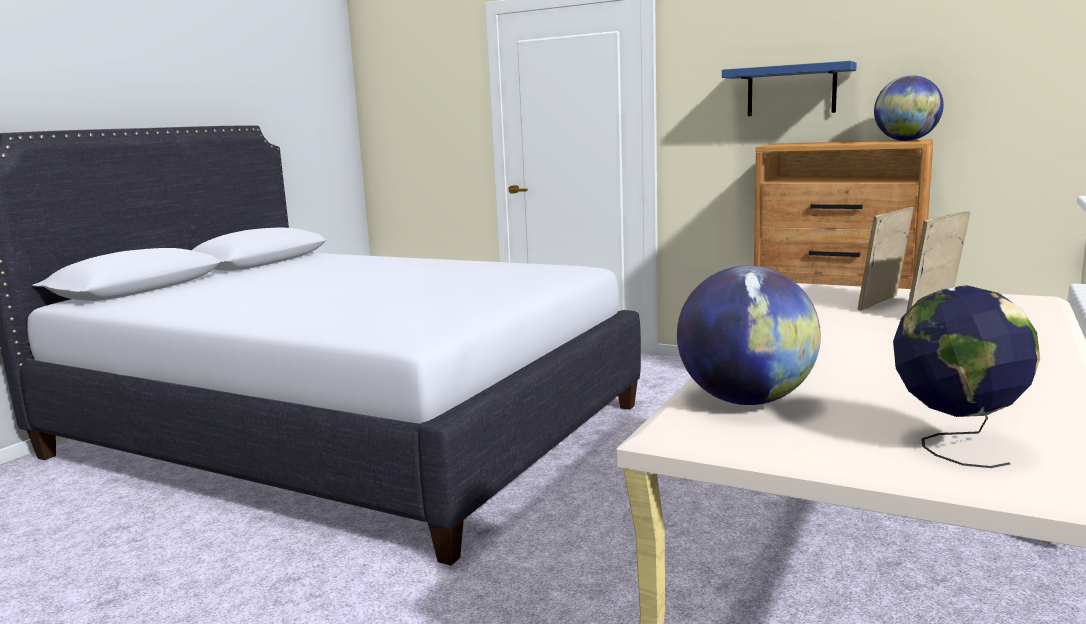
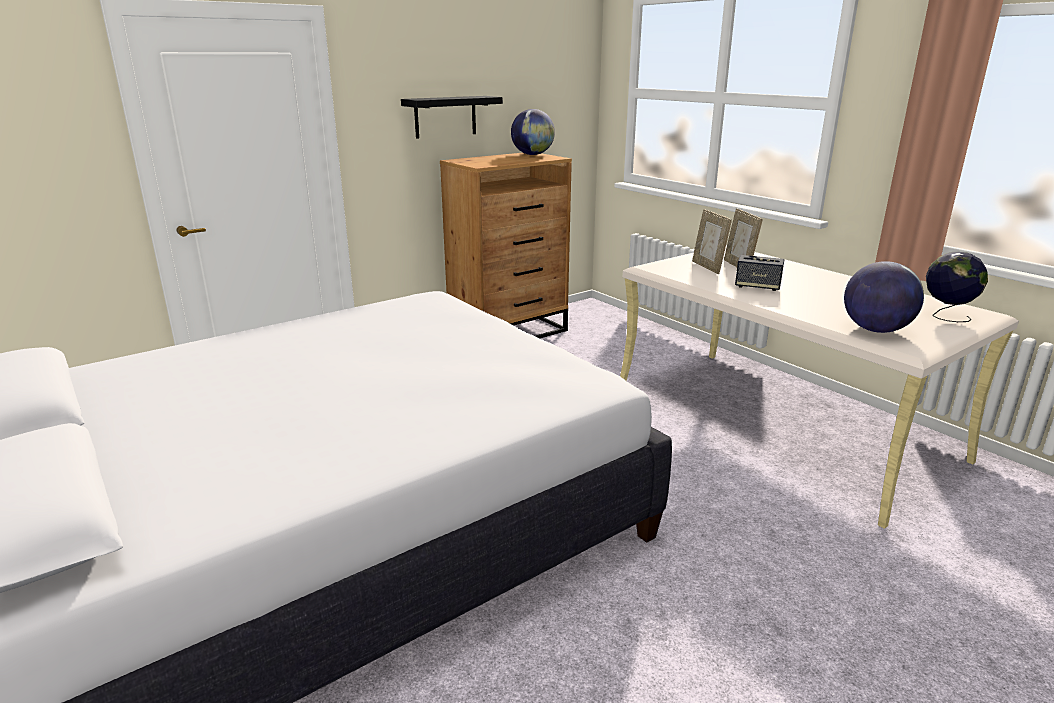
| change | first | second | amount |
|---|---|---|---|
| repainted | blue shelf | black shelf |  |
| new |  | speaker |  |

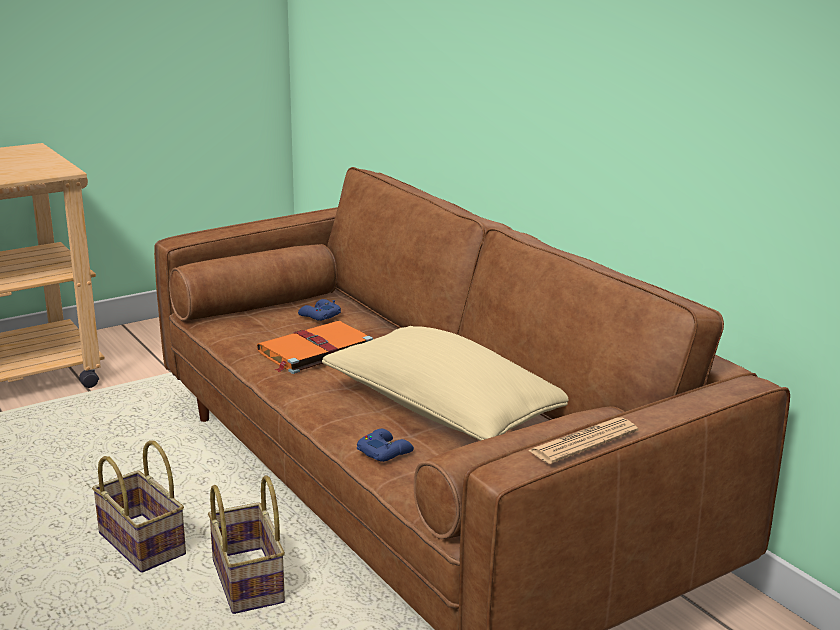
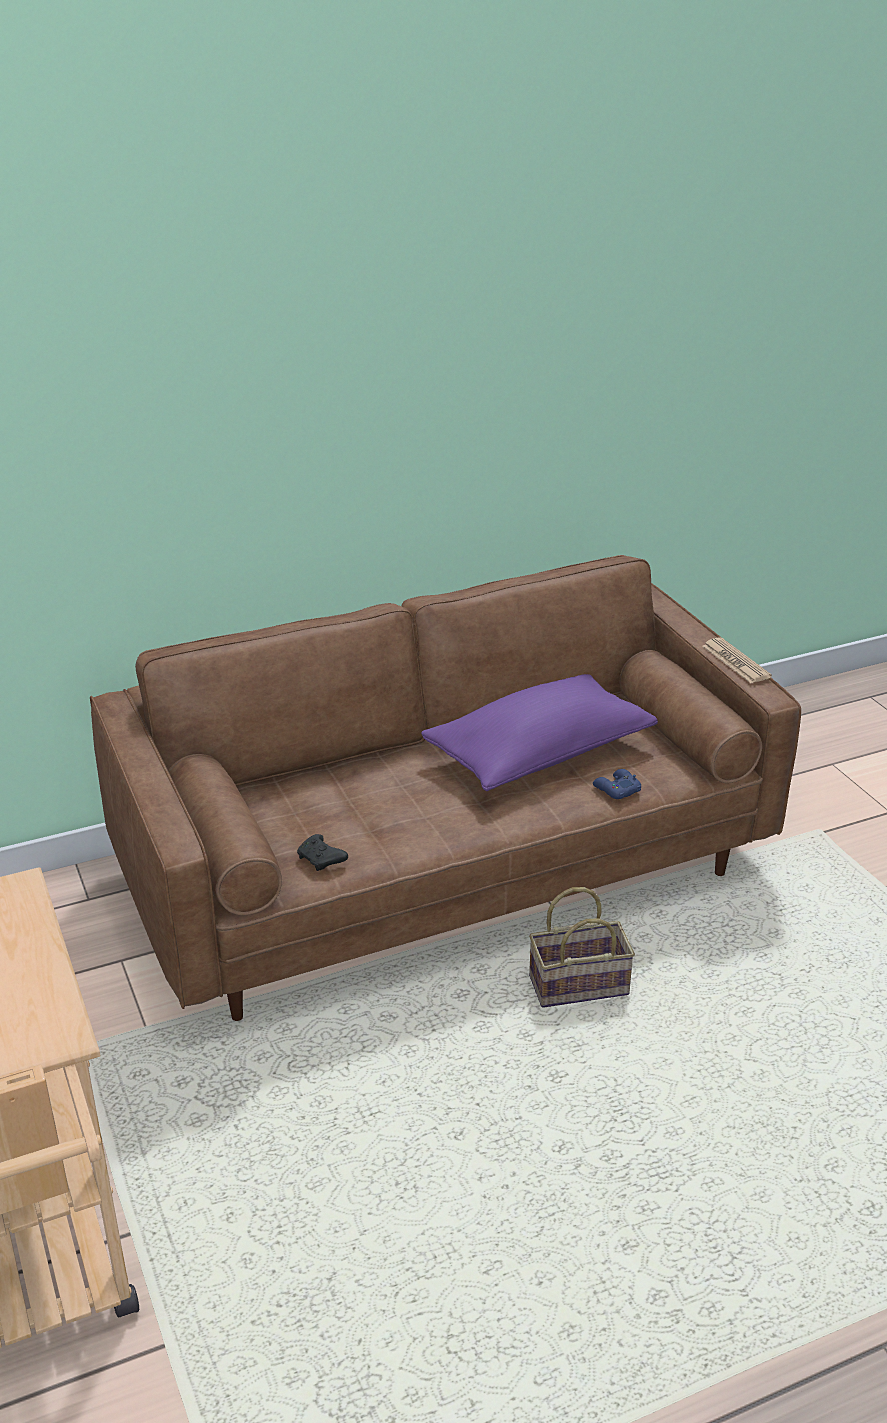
| change | first | second | amount |
|---|---|---|---|
| gone | basket (no. 1 from left) |  |  |
| gone | orange book |  |  |
| gone | blue game controller (no. 1 from left) |  |  |
| repainted | beige pillow | purple pillow |  |
| new |  | black game controller |  |

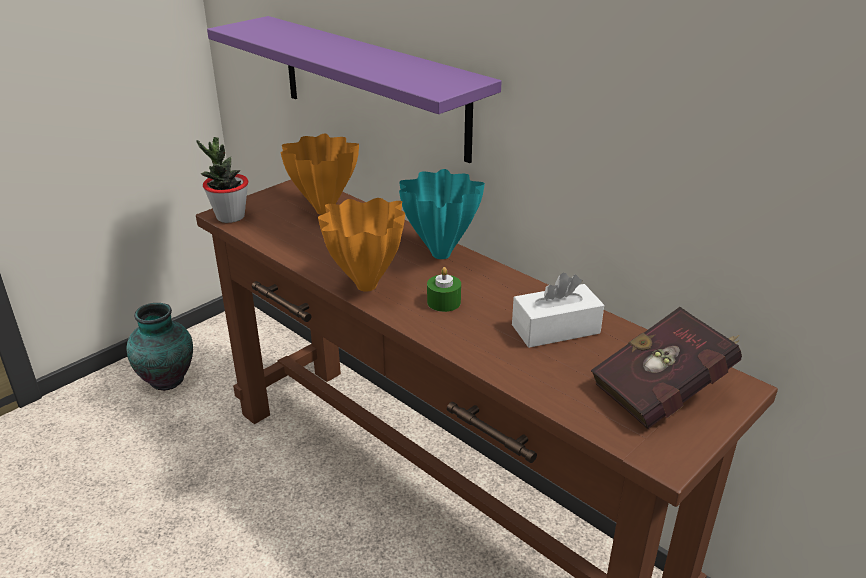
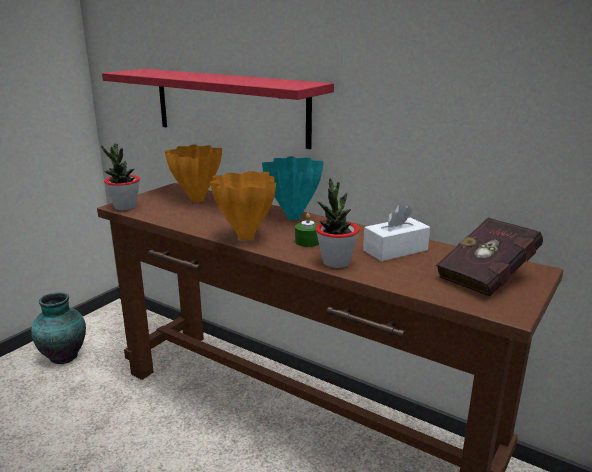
| change | first | second | amount |
|---|---|---|---|
| repainted | purple shelf | red shelf |  |
| new |  | potted plant (no. 2 from left) |  |

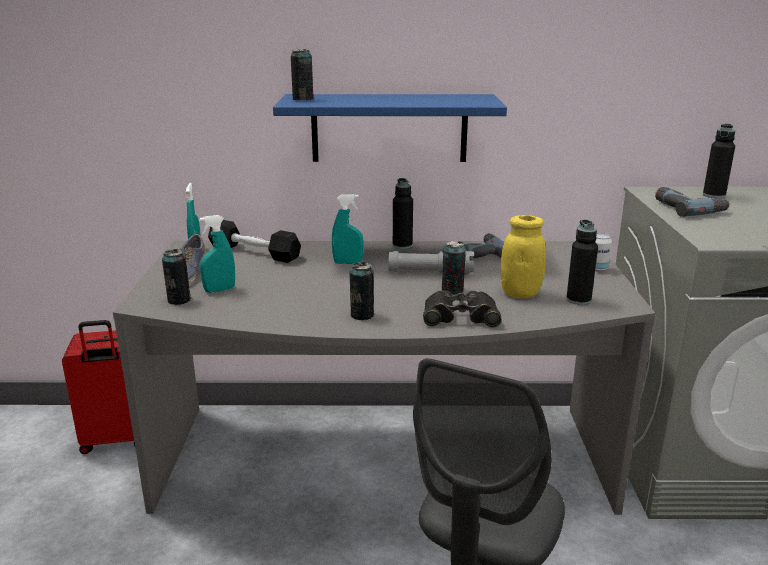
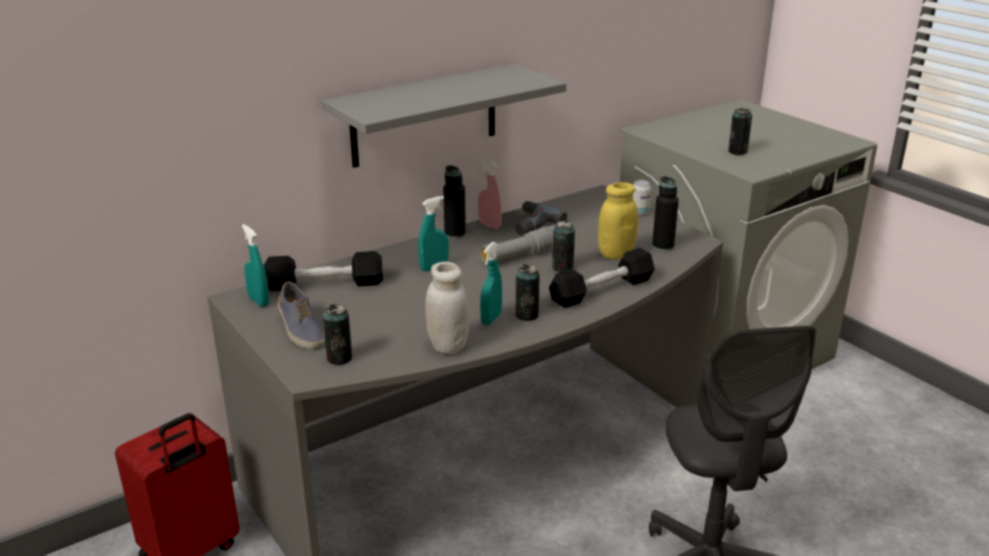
| change | first | second | amount |
|---|---|---|---|
| shifted | turquoise spray bottle (no. 2 from left in the first image) | turquoise spray bottle (no. 3 from left) |  |
| repainted | blue shelf | grey shelf |  |
| shifted | can (no. 2 from left in the first image) | can (no. 5 from left) |  |
| swapped | black binoculars | black dumbbell (no. 2 from left) |  |
| gone | power drill (no. 2 from left) |  |  |
| gone | black bottle (no. 3 from left) |  |  |
| new |  | white jar |  |
| new |  | pink spray bottle |  |

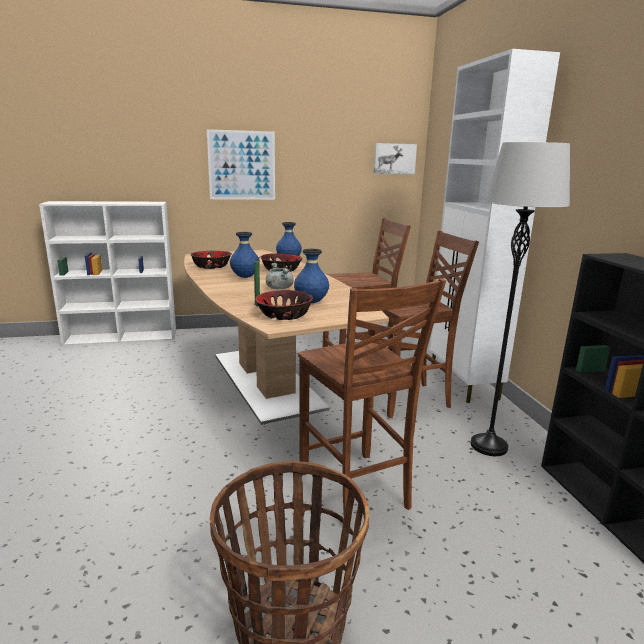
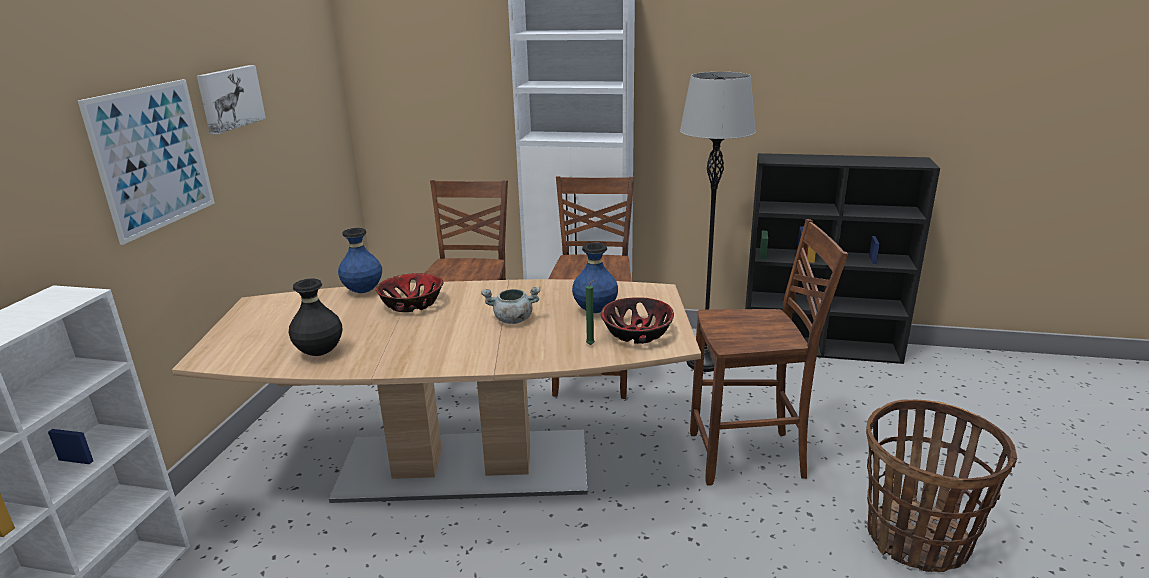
| change | first | second | amount |
|---|---|---|---|
| swapped | bowl (no. 1 from left) | black vase |  |
| gone | blue vase (no. 1 from left) |  |  |
| shifted | picture (no. 2 from left) |  |  |

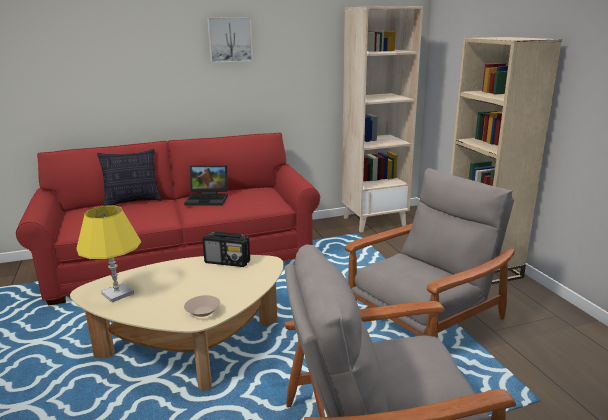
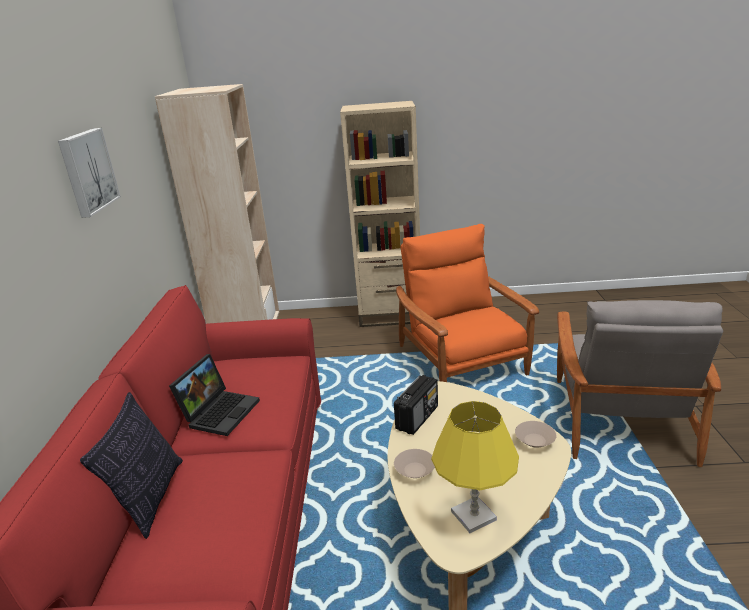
| change | first | second | amount |
|---|---|---|---|
| repainted | grey armchair (no. 2 from left) | orange armchair |  |
| new |  | beige bowl (no. 1 from left) |  |

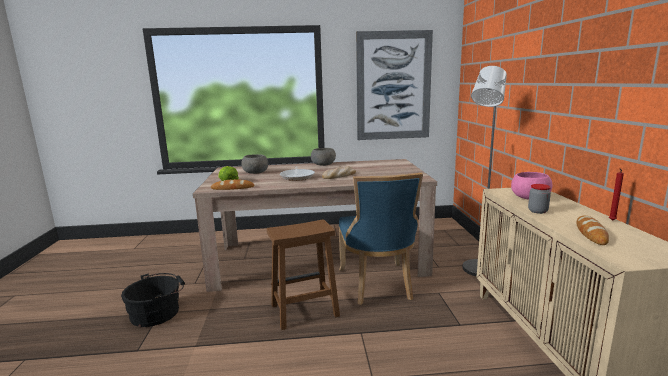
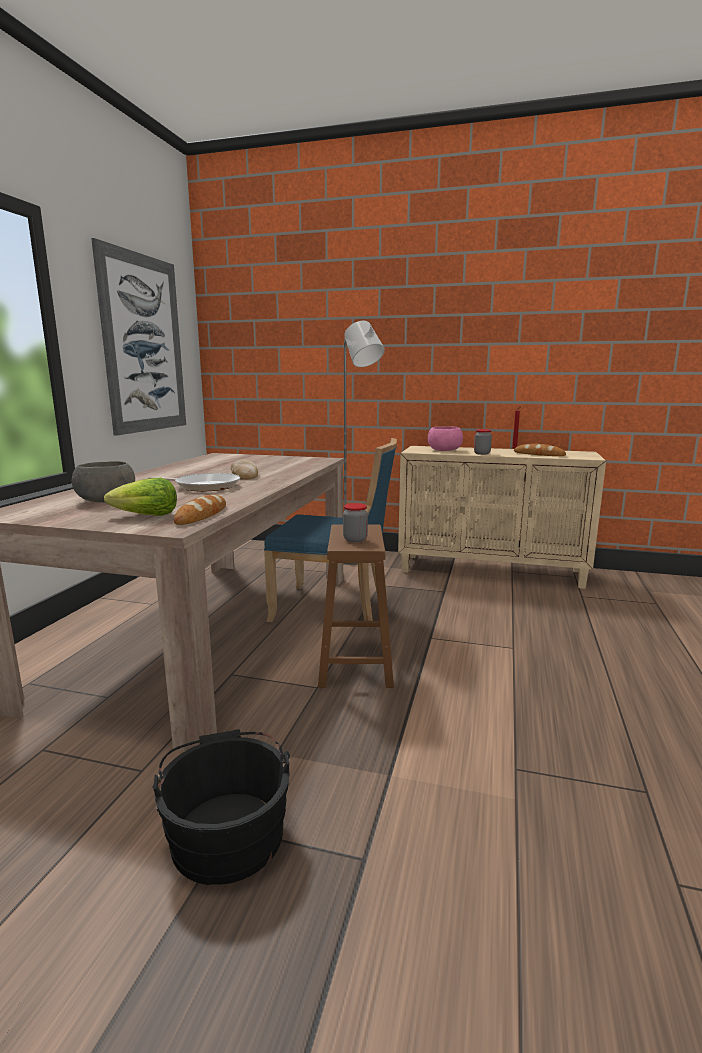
| change | first | second | amount |
|---|---|---|---|
| gone | grey bowl (no. 2 from left) |  |  |
| new |  | jar (no. 1 from left) |  |

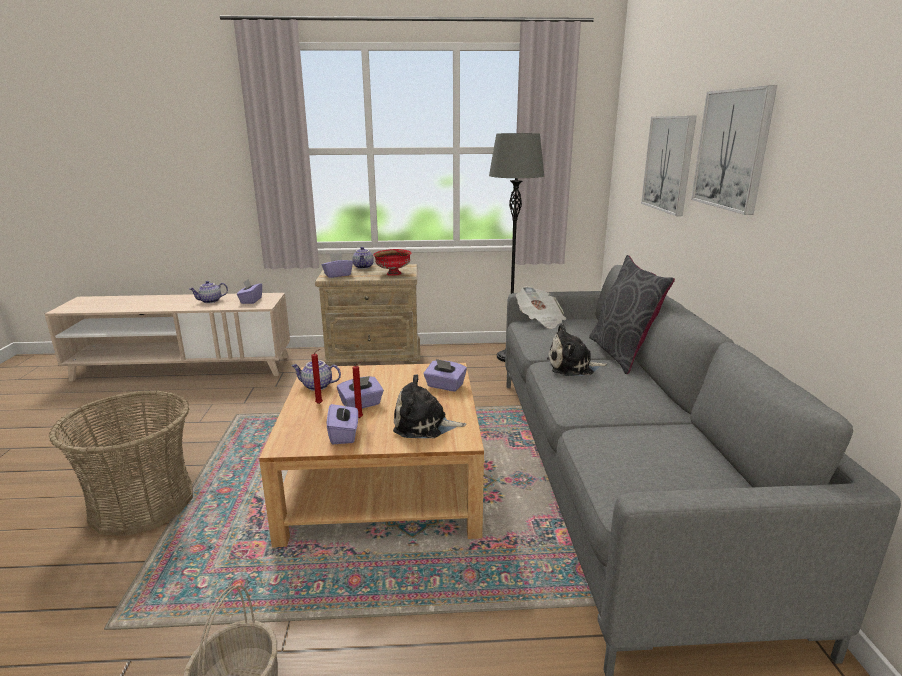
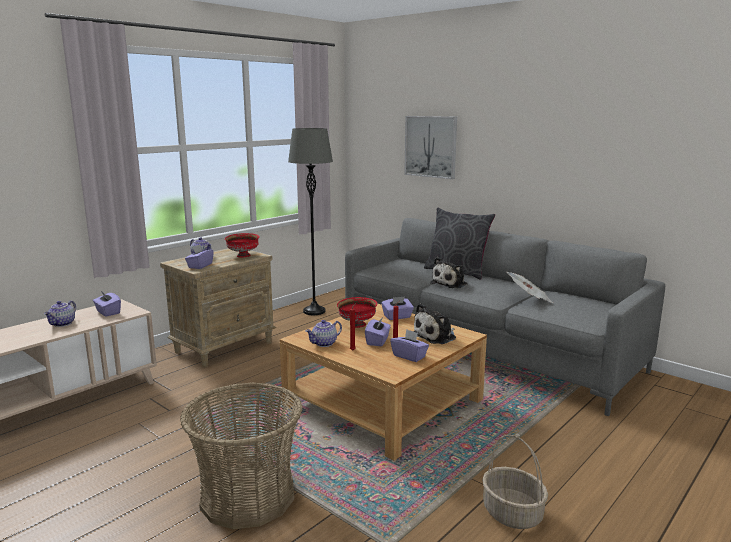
| change | first | second | amount |
|---|---|---|---|
| shifted | newspaper |  |  |
| gone | picture (no. 2 from left) |  |  |
| new |  | red bowl (no. 2 from left) |  |

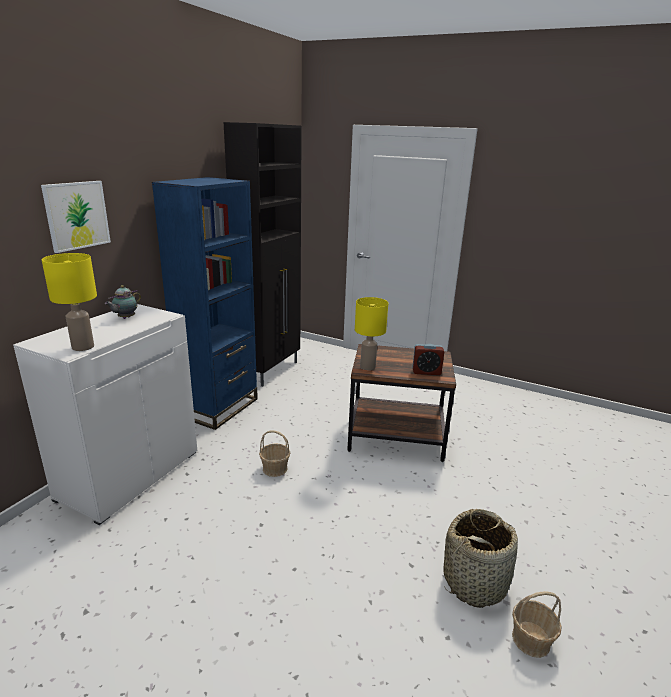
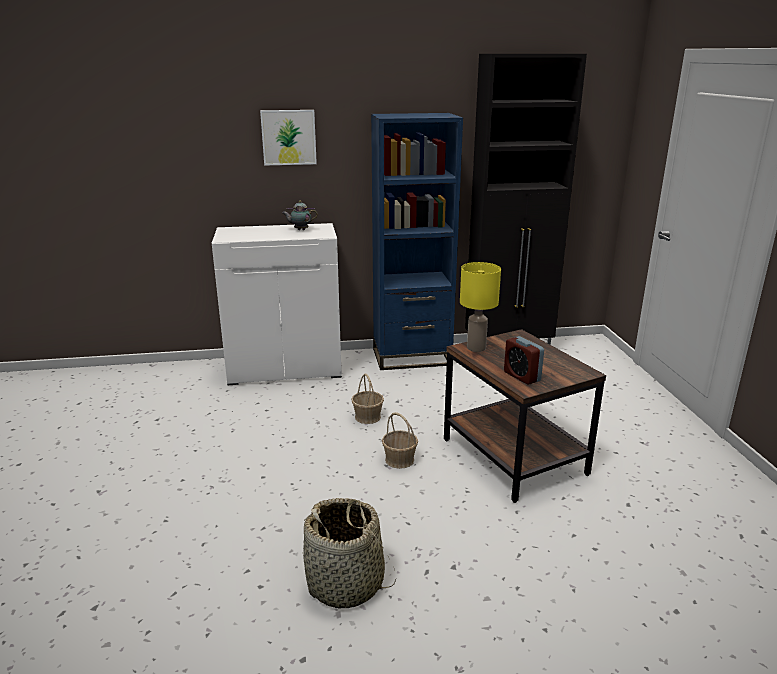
| change | first | second | amount |
|---|---|---|---|
| gone | yellow table lamp (no. 1 from left) |  |  |
| shifted | basket (no. 3 from left) |  |  |

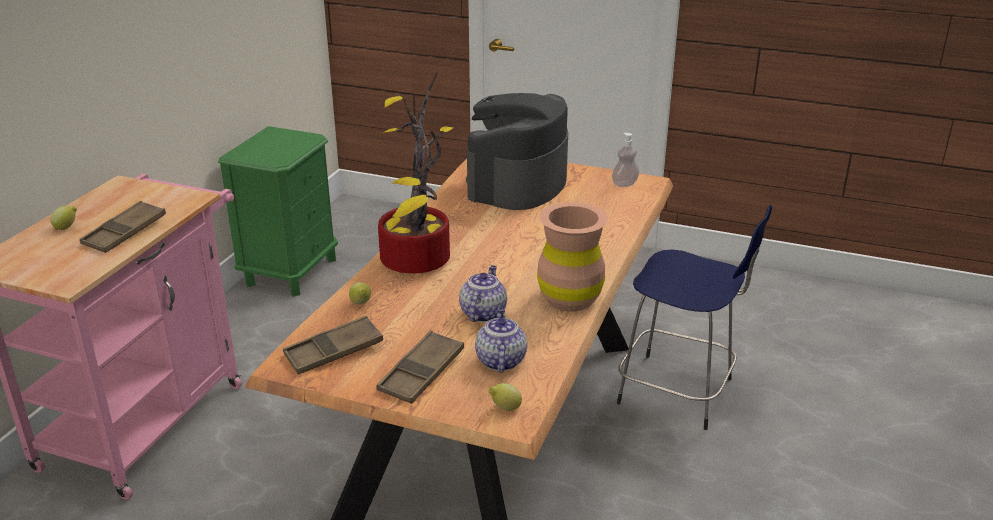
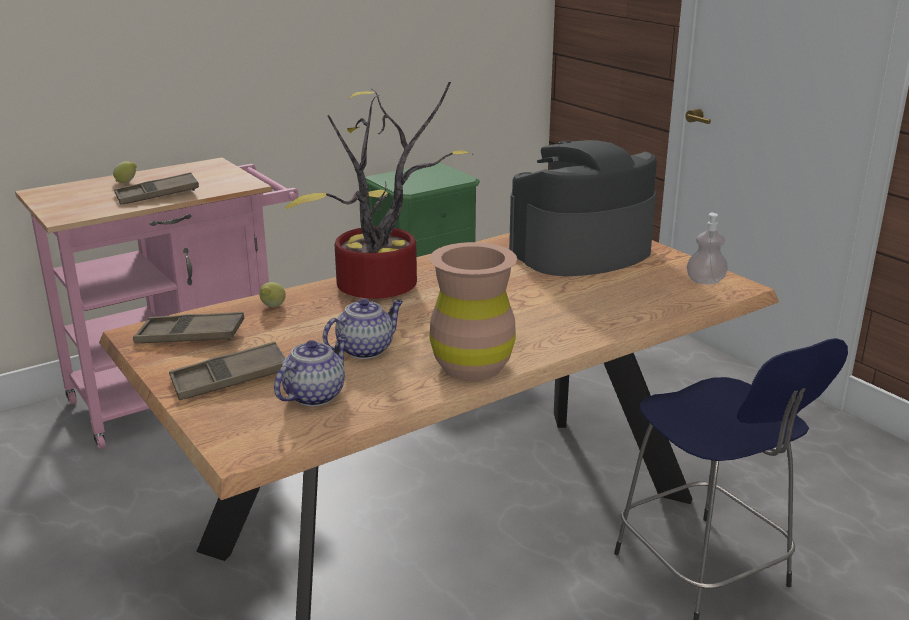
| change | first | second | amount |
|---|---|---|---|
| gone | lemon (no. 3 from left) |  |  |

